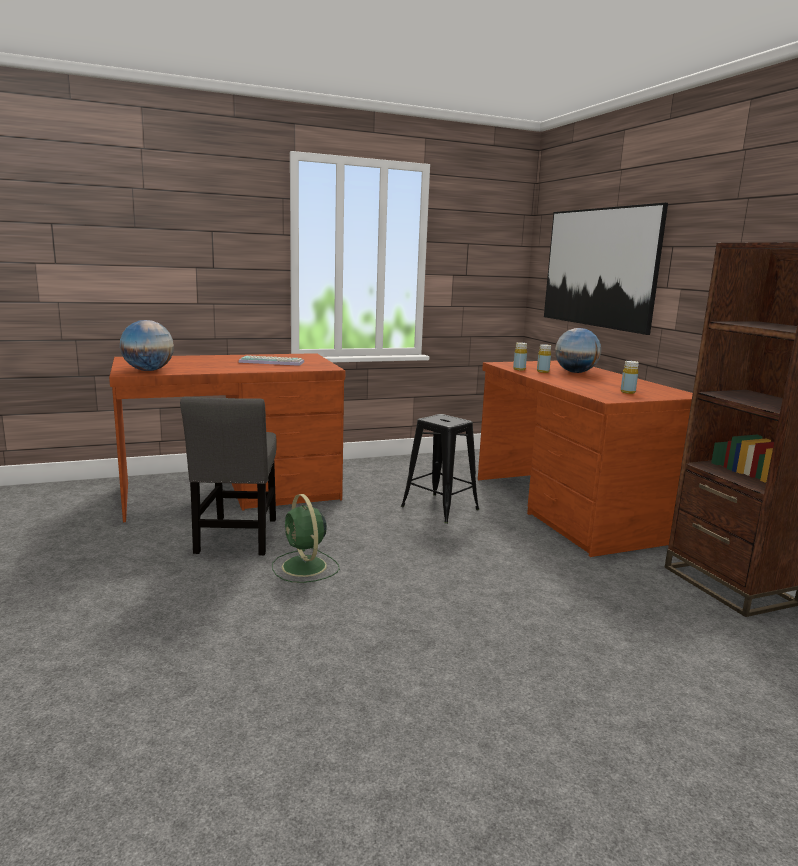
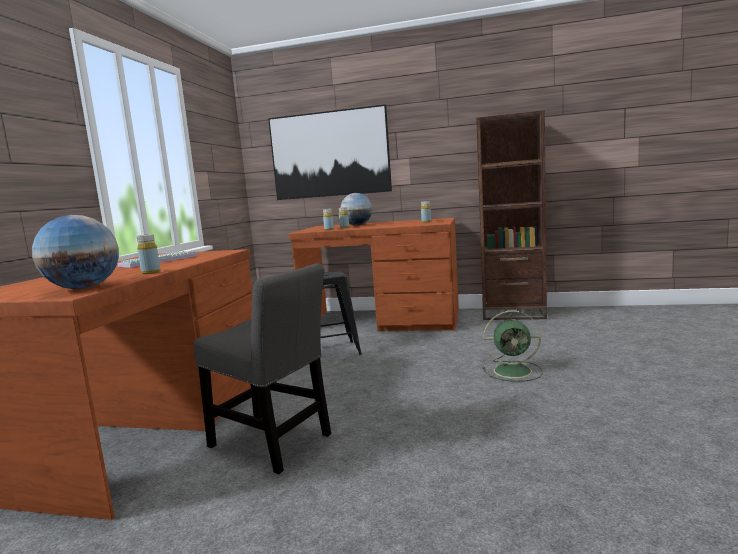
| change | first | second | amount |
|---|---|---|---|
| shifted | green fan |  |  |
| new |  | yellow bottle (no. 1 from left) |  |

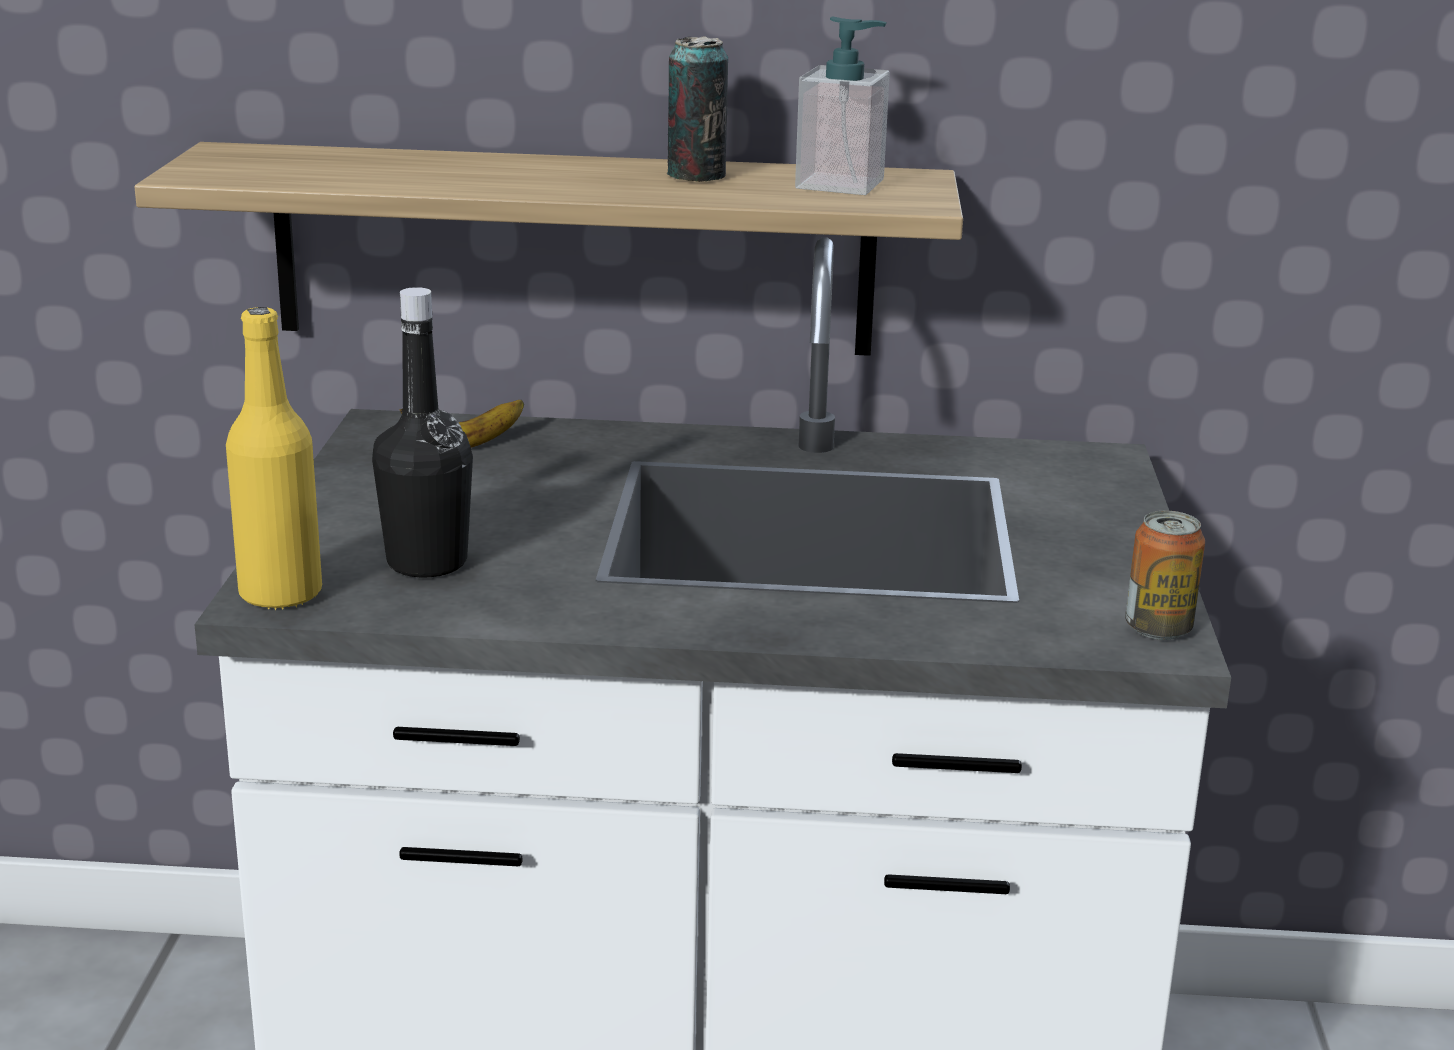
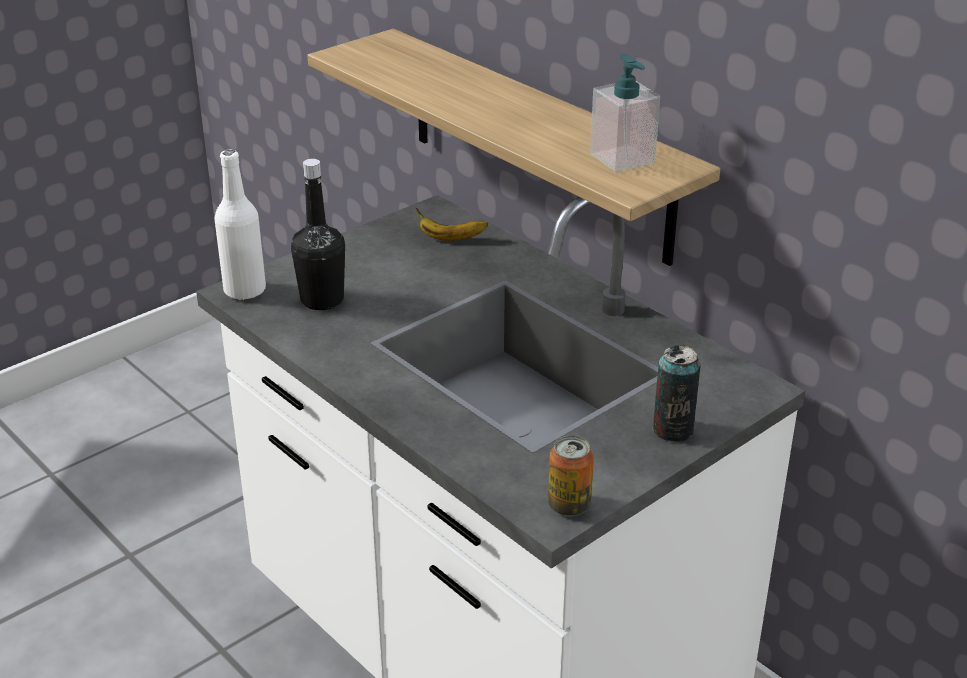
| change | first | second | amount |
|---|---|---|---|
| repainted | yellow bottle | white bottle |  |
| shifted | can (no. 1 from left in the first image) | can (no. 2 from left) |  |

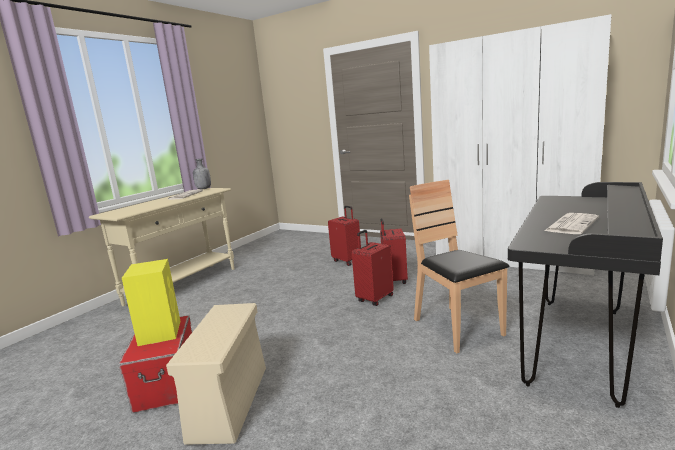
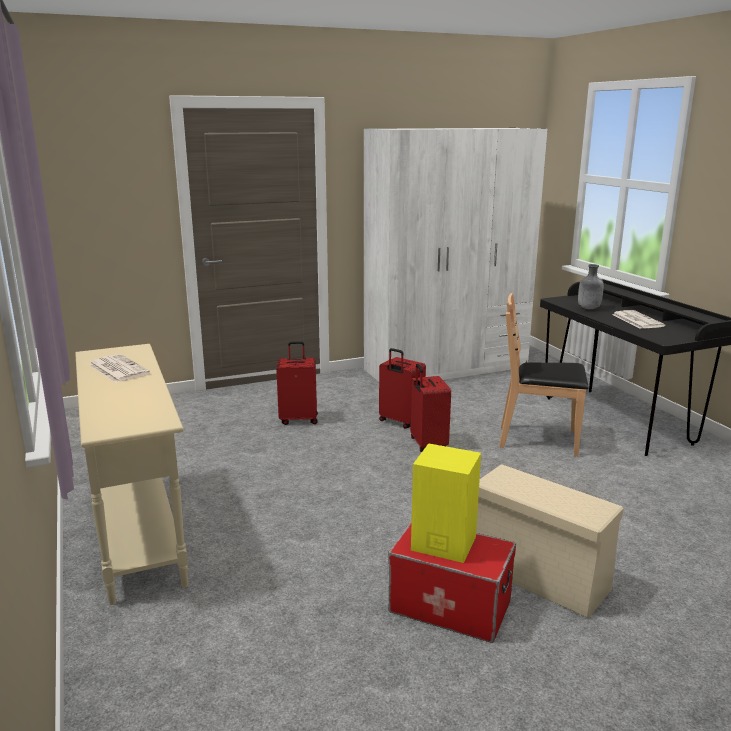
| change | first | second | amount |
|---|---|---|---|
| shifted | grey bottle |  |  |

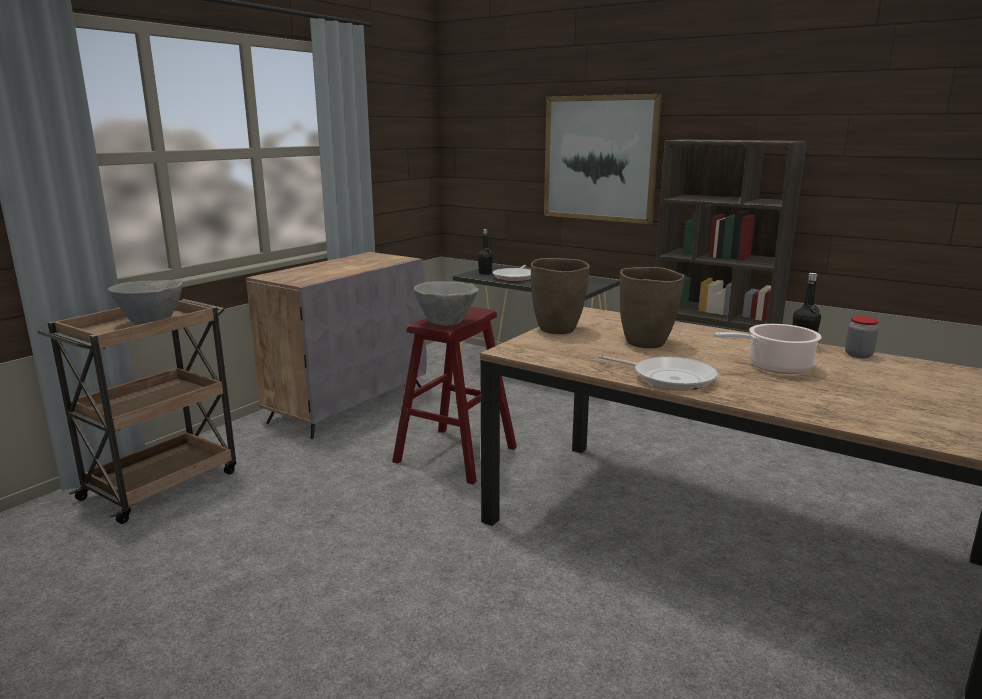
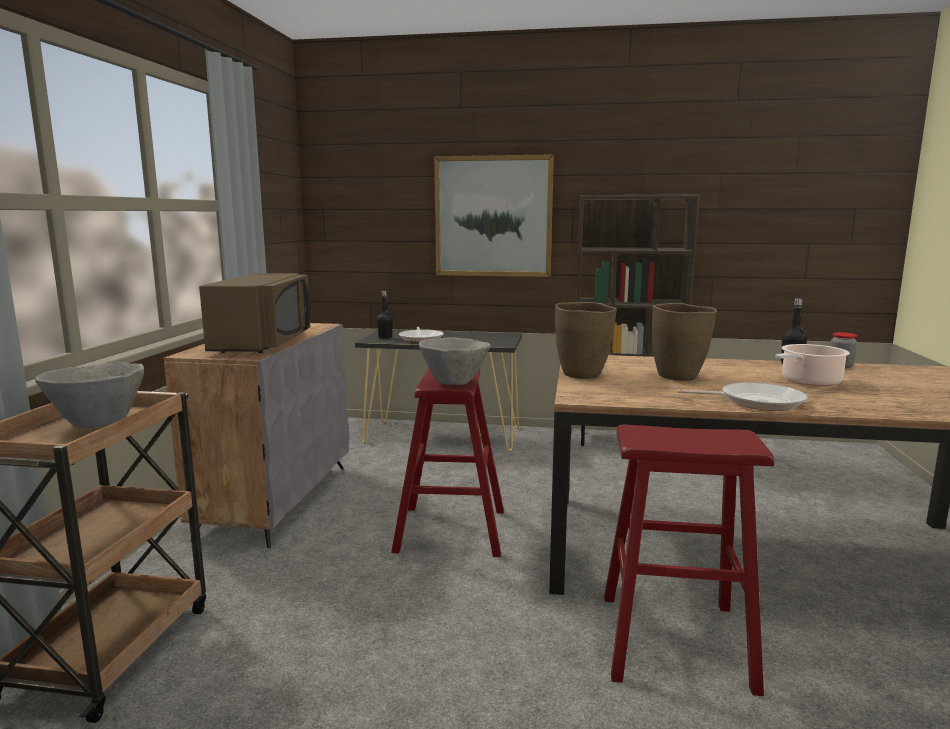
| change | first | second | amount |
|---|---|---|---|
| new |  | brown microwave |  |
| new |  | red stool (no. 2 from left) |  |

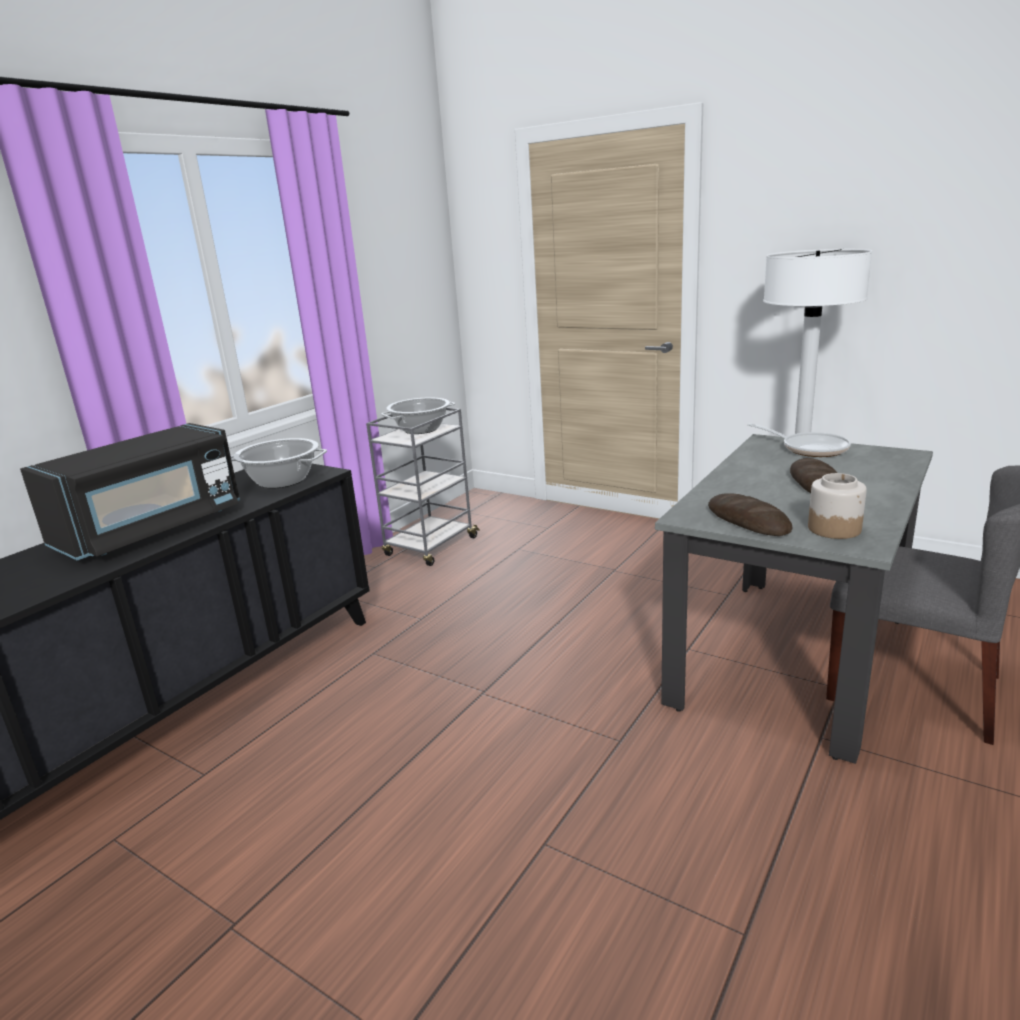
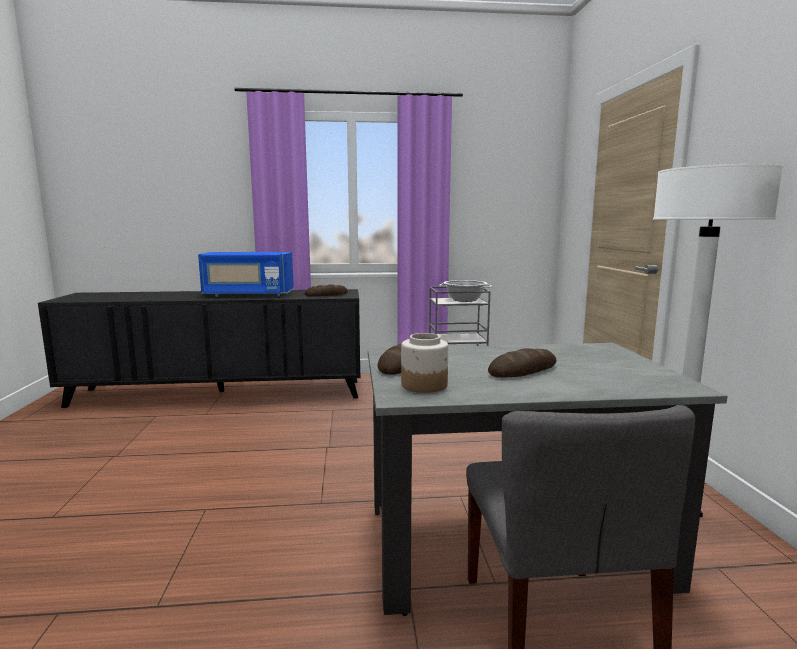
| change | first | second | amount |
|---|---|---|---|
| repainted | black microwave | blue microwave |  |
| swapped | cooking pot (no. 1 from left) | bread (no. 1 from left) |  |
| gone | frying pan |  |  |

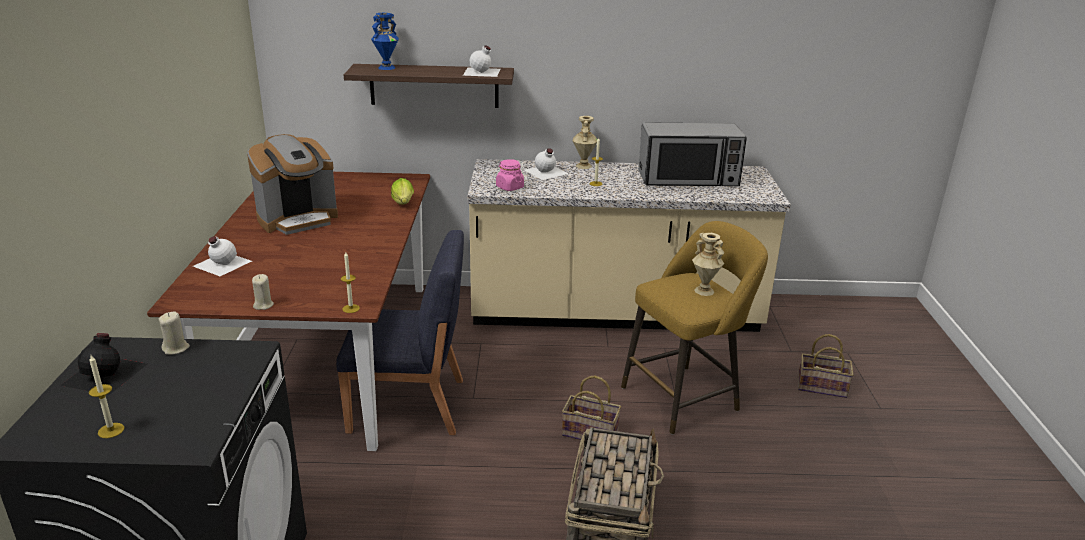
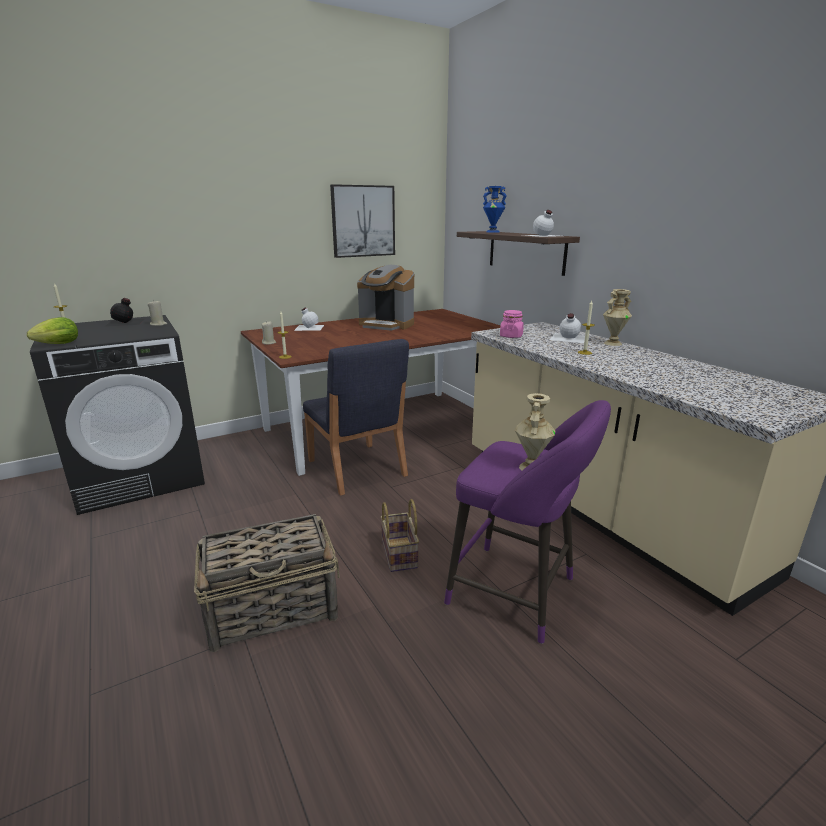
| change | first | second | amount |
|---|---|---|---|
| shifted | lettuce |  |  |
| repainted | yellow stool | purple stool |  |
| gone | microwave |  |  |
| gone | basket (no. 3 from left) |  |  |
| new |  | picture |  |

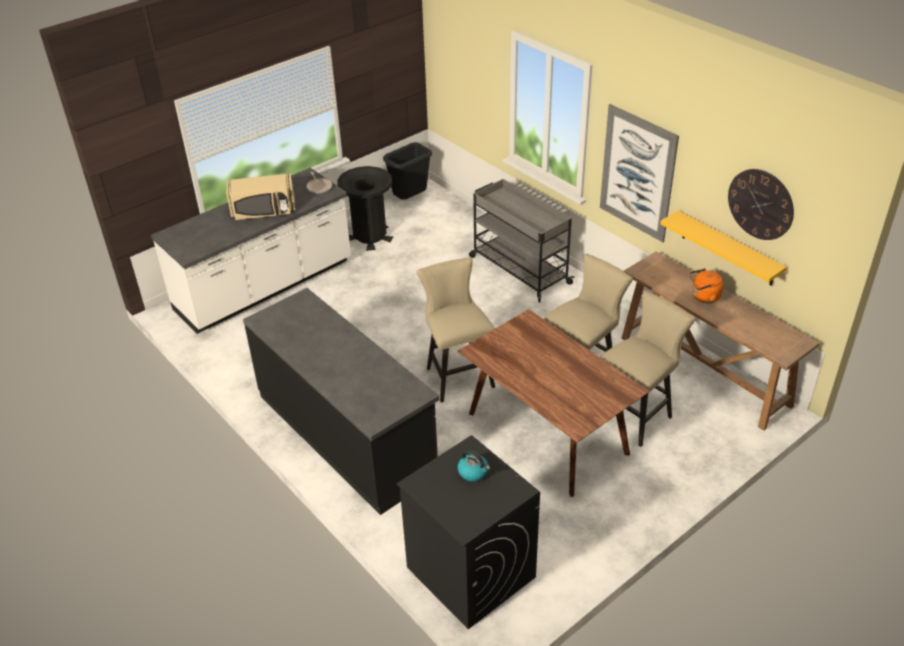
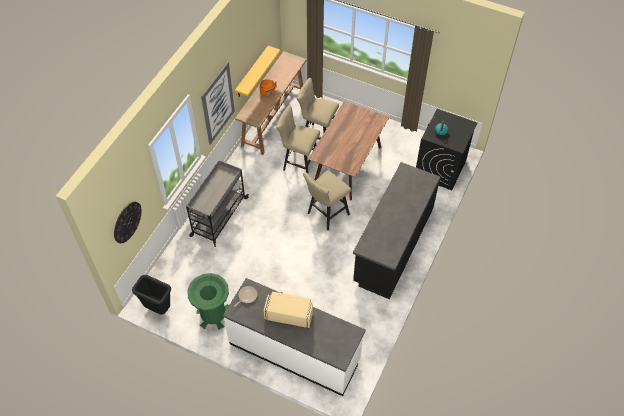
| change | first | second | amount |
|---|---|---|---|
| rotated | beige microwave |  | 45 degrees counterclockwise |
| repainted | black trash can (no. 1 from left) | green trash can |  |
| shifted | wall clock |  |  |

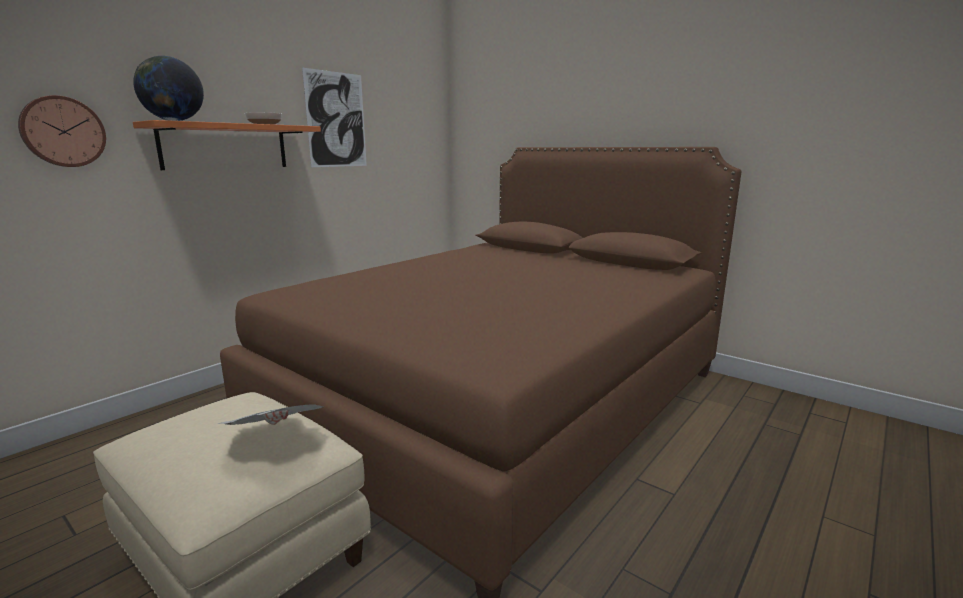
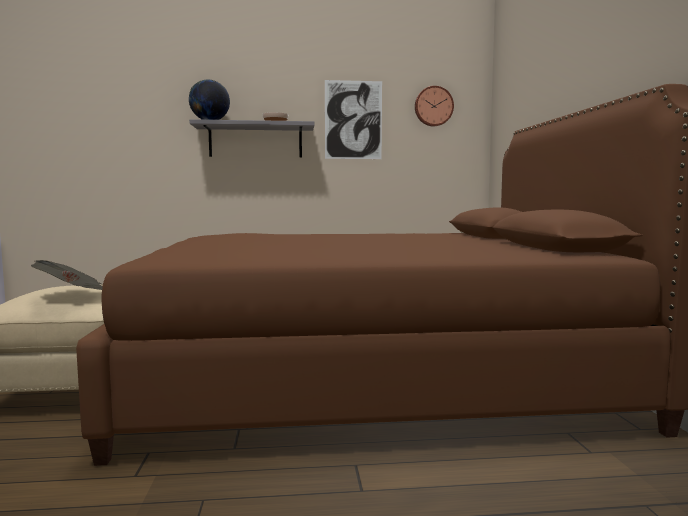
| change | first | second | amount |
|---|---|---|---|
| shifted | wall clock |  |  |
| repainted | orange shelf | grey shelf |  |

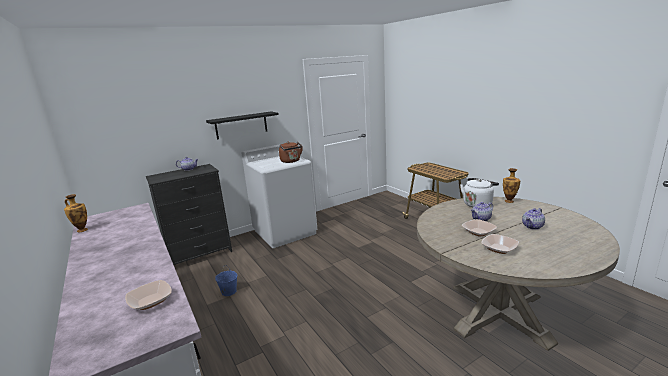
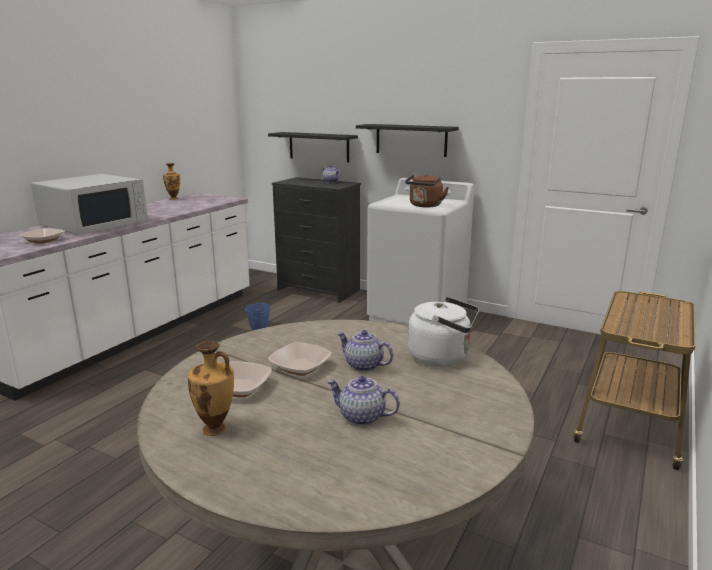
| change | first | second | amount |
|---|---|---|---|
| shifted | vase (no. 2 from left) |  |  |
| new |  | white microwave |  |
| new |  | black shelf (no. 1 from left) |  |

